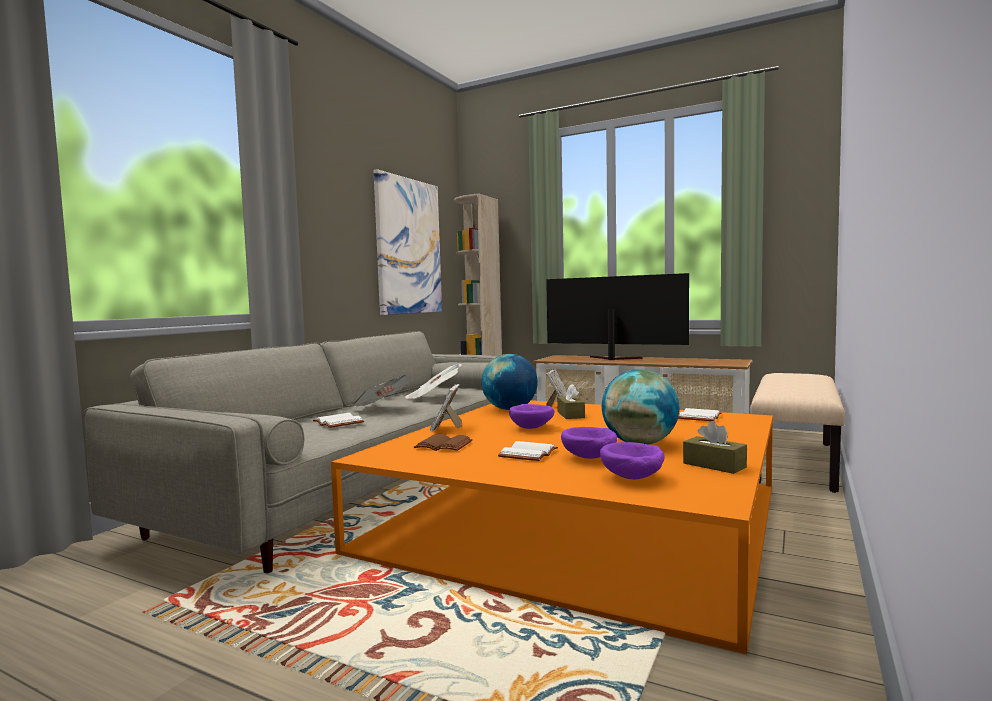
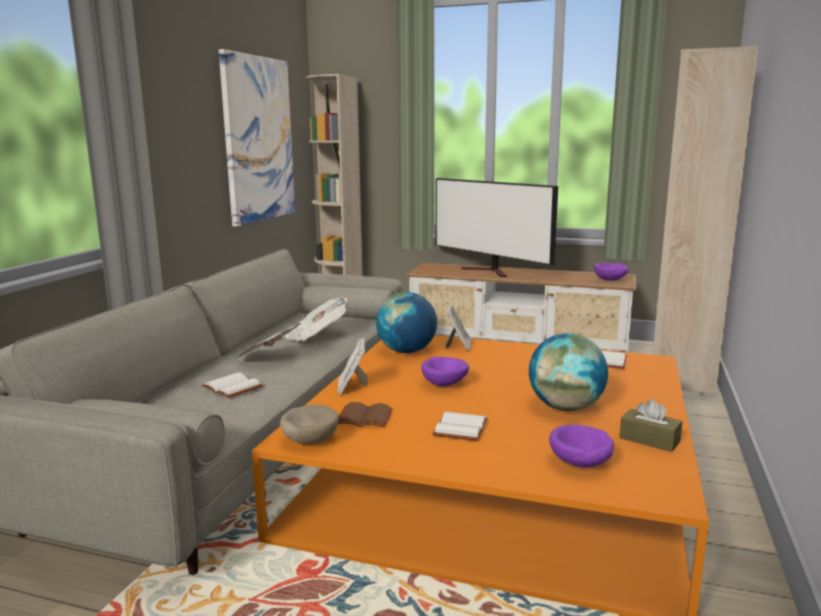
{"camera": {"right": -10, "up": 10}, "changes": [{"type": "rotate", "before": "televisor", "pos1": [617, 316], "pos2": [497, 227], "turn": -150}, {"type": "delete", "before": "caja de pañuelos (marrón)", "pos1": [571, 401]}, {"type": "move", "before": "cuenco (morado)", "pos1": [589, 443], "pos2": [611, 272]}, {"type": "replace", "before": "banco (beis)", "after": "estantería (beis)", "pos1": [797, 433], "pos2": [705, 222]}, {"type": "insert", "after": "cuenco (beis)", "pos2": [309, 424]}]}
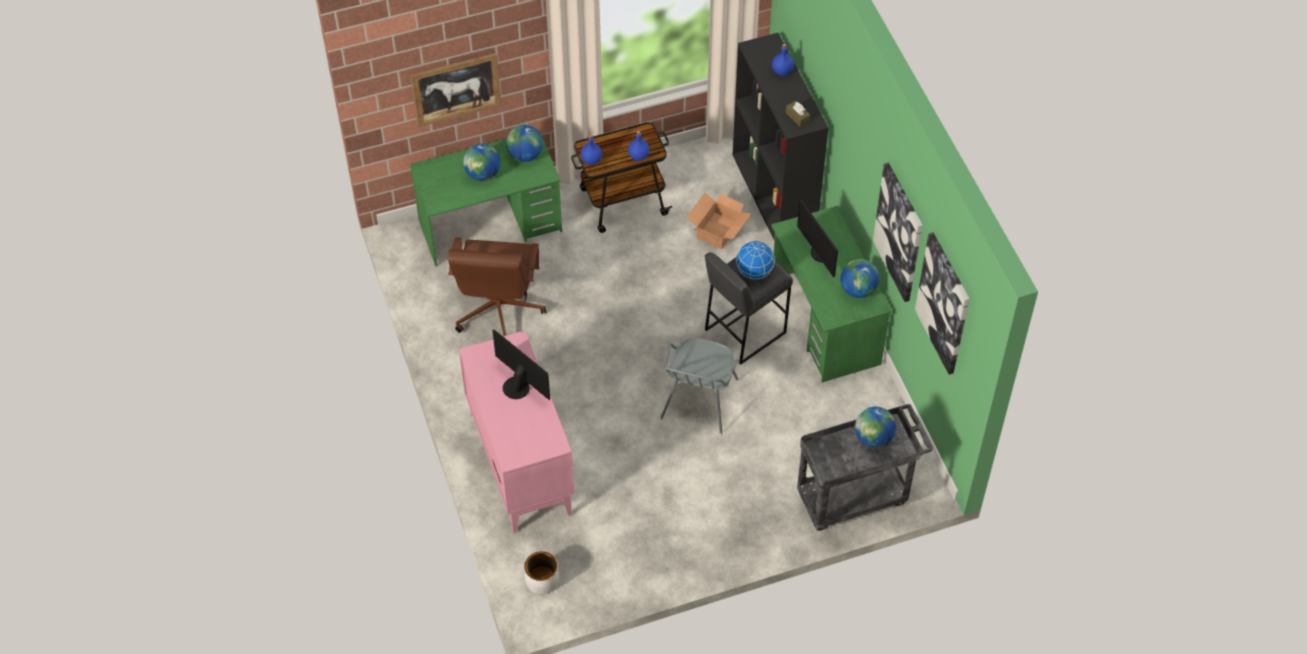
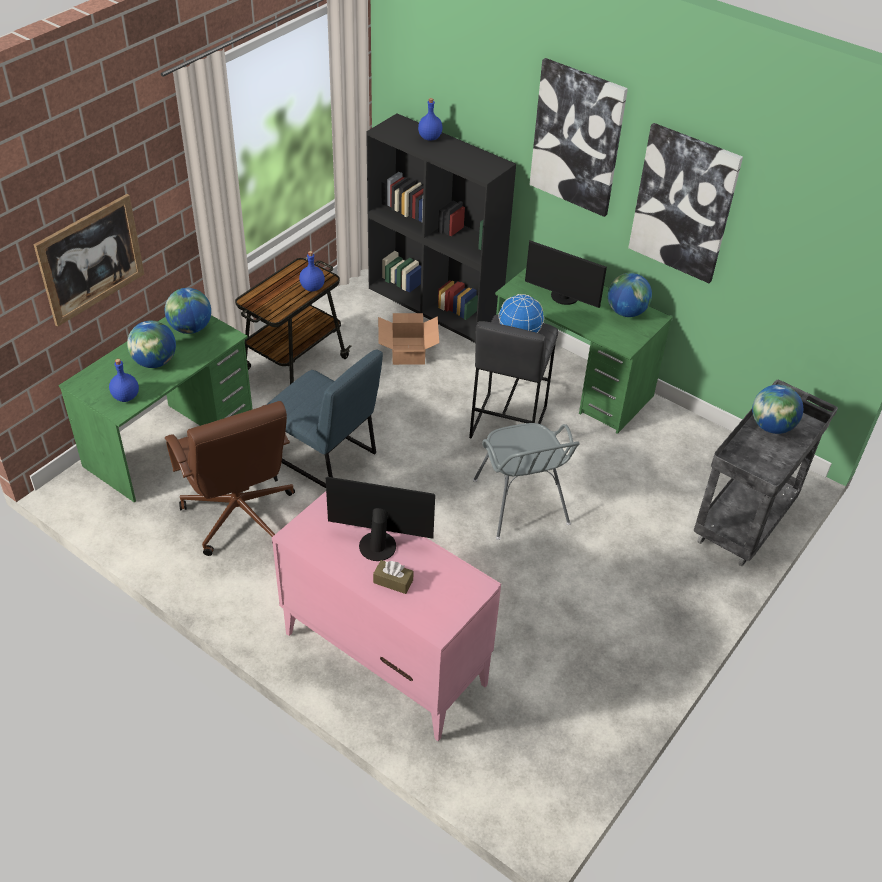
{"camera": {"right": -35, "up": -10}, "changes": [{"type": "delete", "before": "maceta (blanco)", "pos1": [541, 572]}, {"type": "move", "before": "botella (azul)", "pos1": [591, 150], "pos2": [124, 380]}, {"type": "move", "before": "caja de pañuelos (marrón)", "pos1": [798, 114], "pos2": [393, 577]}, {"type": "move", "before": "cuadro", "pos1": [942, 303], "pos2": [578, 137]}, {"type": "insert", "after": "silla (azul)", "pos2": [325, 418]}]}
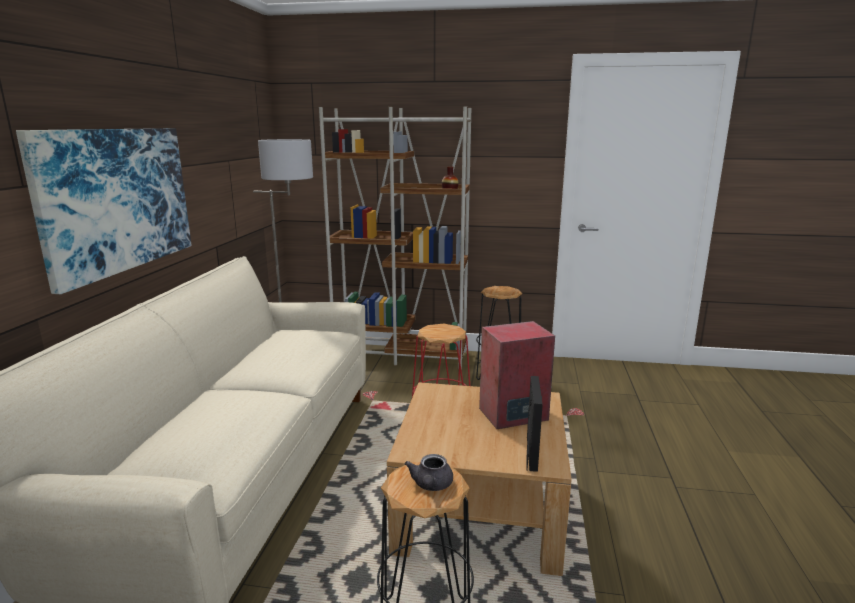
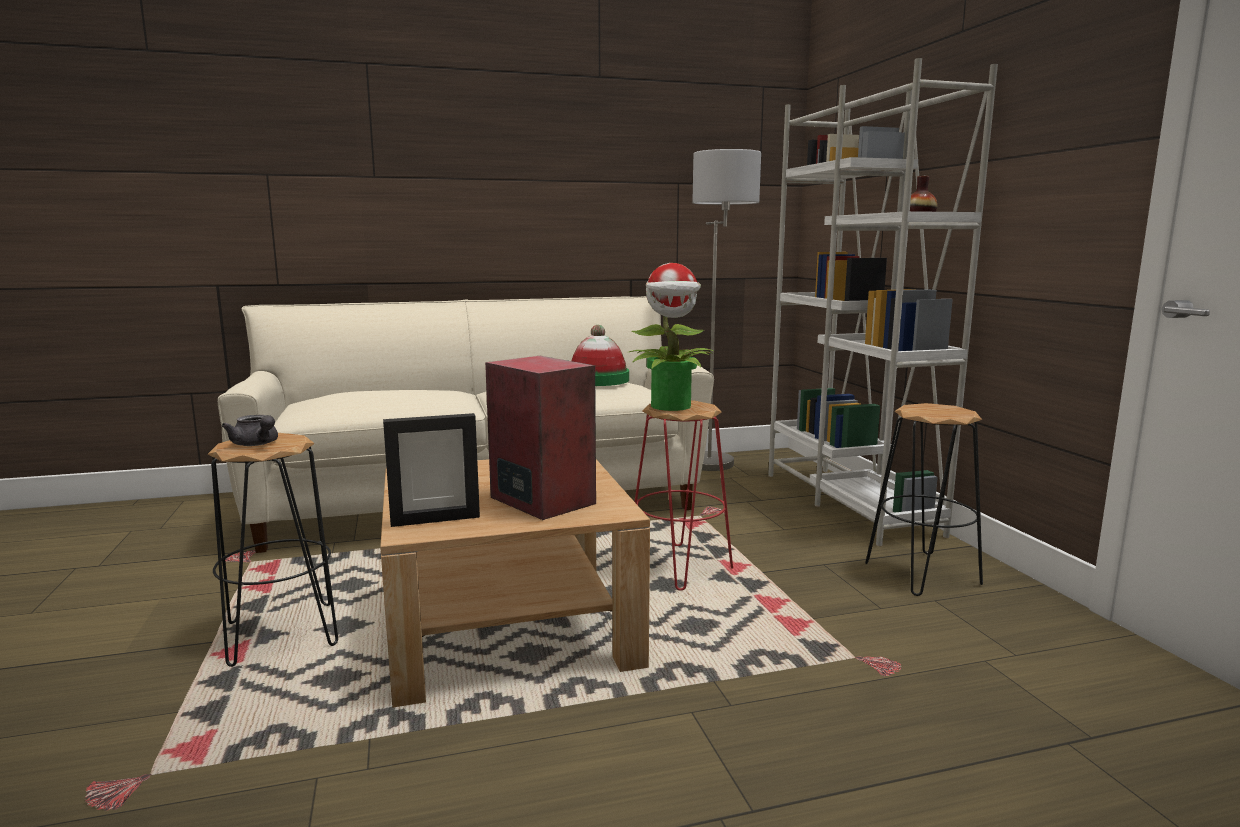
{"camera": {"right": 65, "up": -5}, "changes": [{"type": "delete", "before": "cuadro", "pos1": [104, 211]}, {"type": "recolor", "before": "estantería (marrón)", "after": "estantería (blanco)", "pos1": [395, 238], "pos2": [883, 302]}, {"type": "rotate", "before": "tetera (gris)", "pos1": [428, 472], "pos2": [250, 430], "turn": -120}, {"type": "insert", "after": "sombrero", "pos2": [600, 355]}, {"type": "insert", "after": "planta en maceta", "pos2": [671, 337]}]}
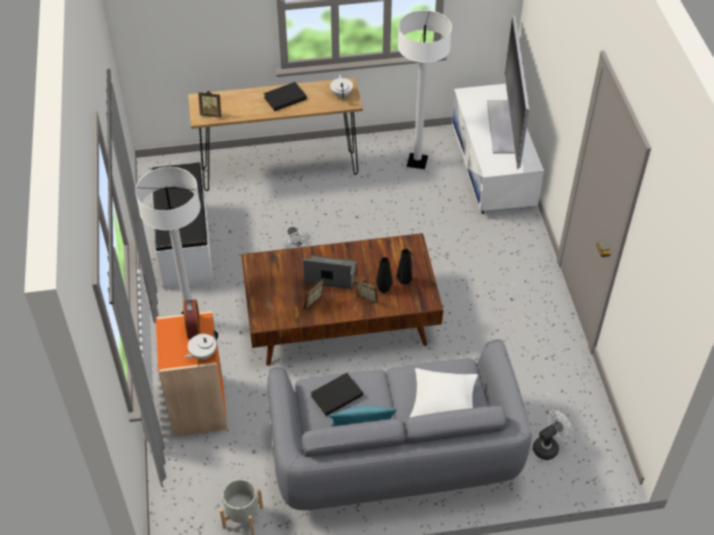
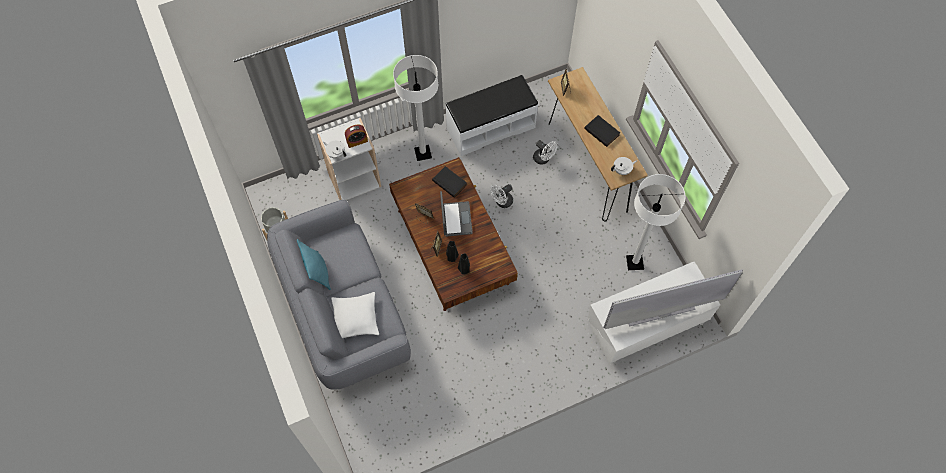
{"camera": {"right": 75, "up": 15}, "changes": [{"type": "recolor", "before": "estantería (naranja)", "after": "estantería (blanco)", "pos1": [192, 374], "pos2": [349, 159]}, {"type": "move", "before": "libro (negro)", "pos1": [337, 394], "pos2": [449, 182]}, {"type": "move", "before": "ventilador (blanco)", "pos1": [553, 435], "pos2": [545, 152]}]}
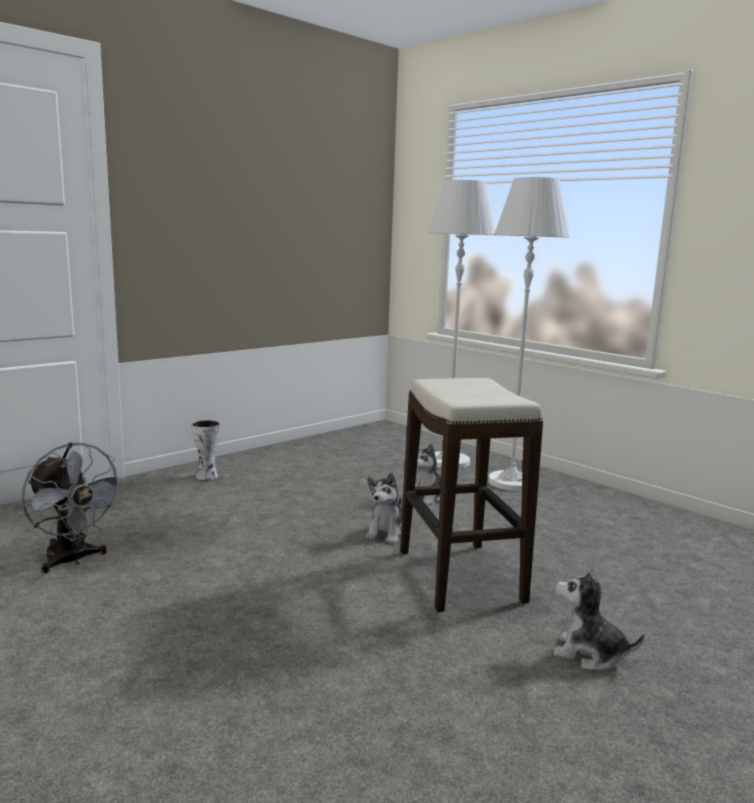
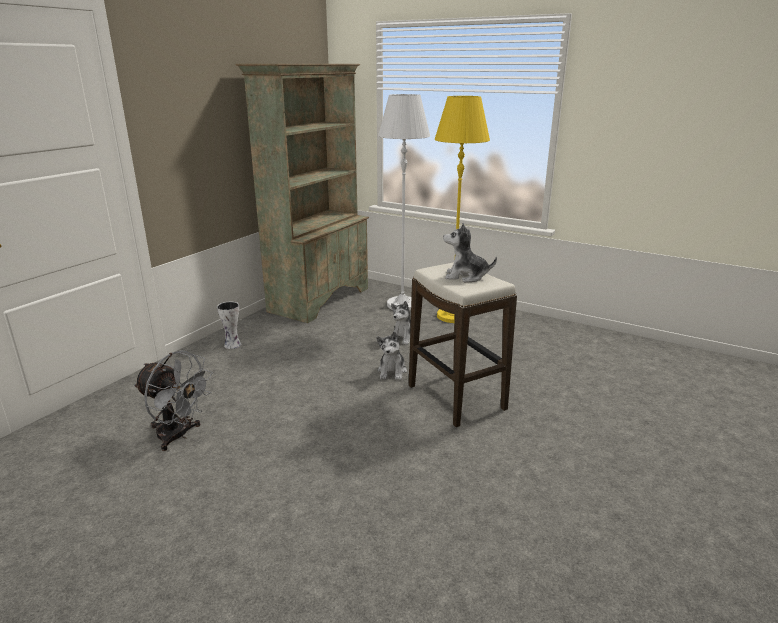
{"camera": {"right": -15, "up": 10}, "changes": [{"type": "recolor", "before": "lámpara de pie (blanco)", "after": "lámpara de pie (amarillo)", "pos1": [529, 334], "pos2": [462, 209]}, {"type": "move", "before": "peluche", "pos1": [599, 619], "pos2": [470, 252]}, {"type": "insert", "after": "estantería (verde)", "pos2": [302, 193]}]}
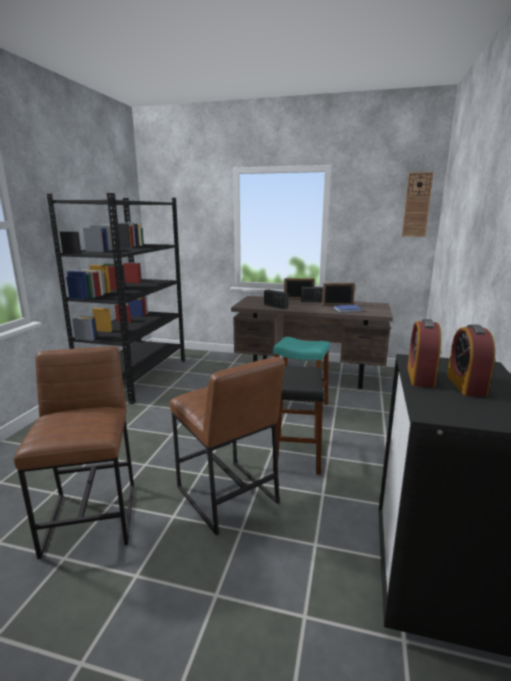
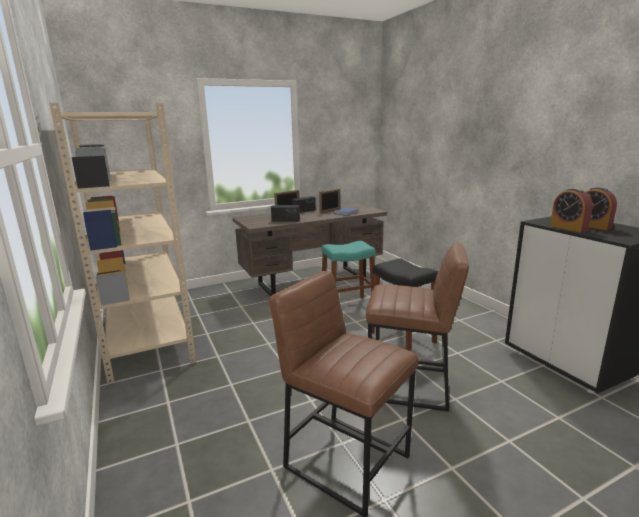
{"camera": {"right": -40, "up": 0}, "changes": [{"type": "recolor", "before": "estantería (negro)", "after": "estantería (beis)", "pos1": [116, 298], "pos2": [122, 243]}, {"type": "delete", "before": "reloj de pared", "pos1": [418, 204]}]}
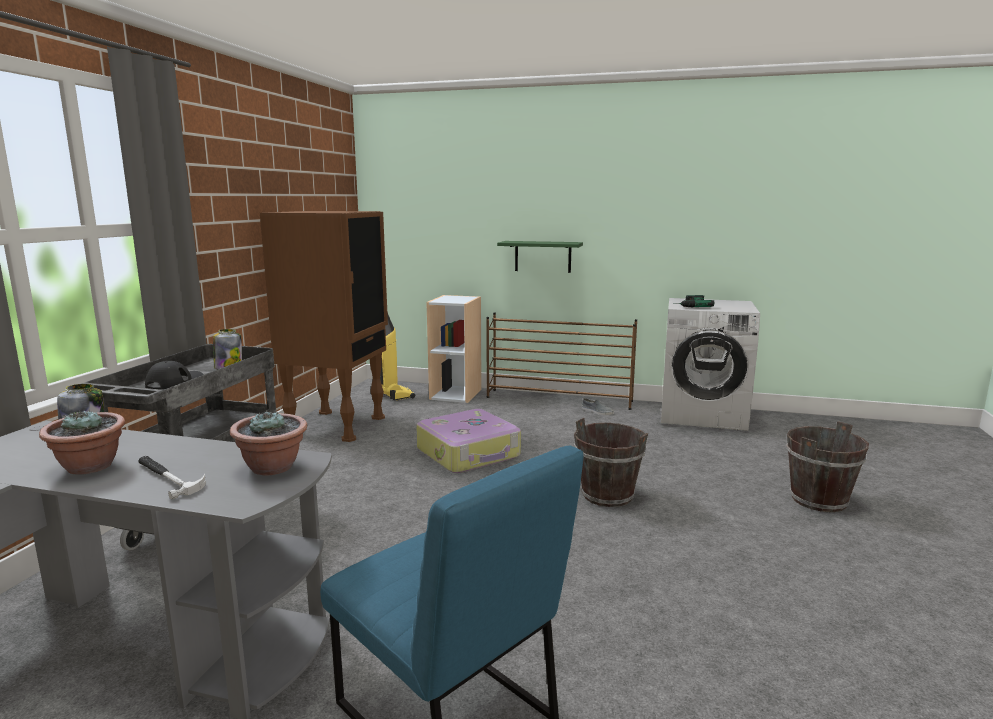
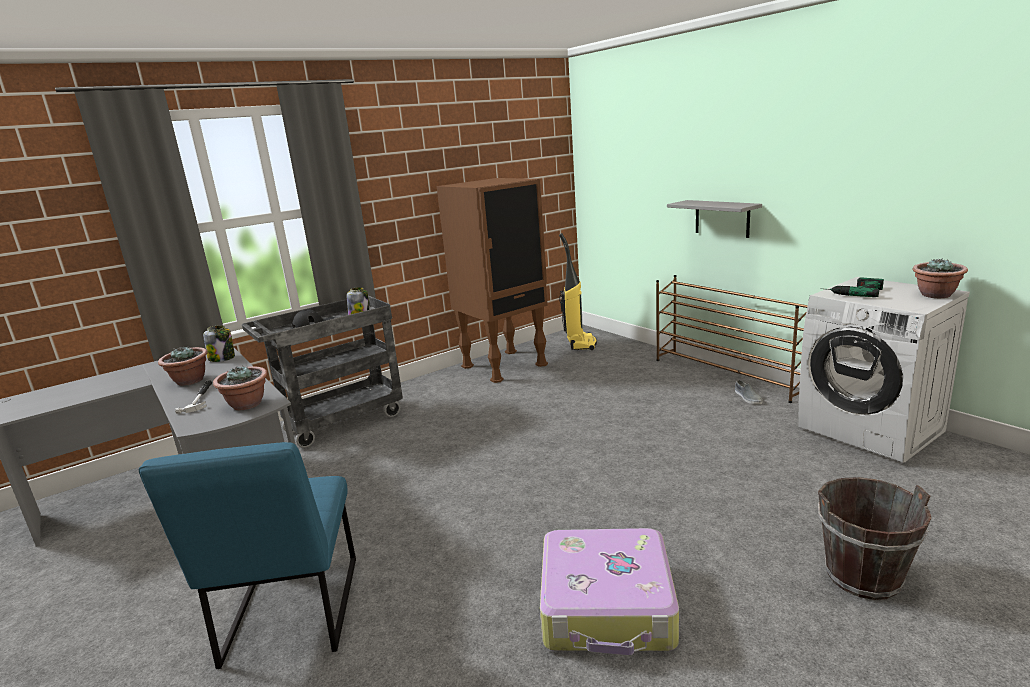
{"camera": {"right": 40, "up": 5}, "changes": [{"type": "move", "before": "maleta", "pos1": [468, 441], "pos2": [609, 591]}, {"type": "delete", "before": "estantería", "pos1": [454, 349]}, {"type": "recolor", "before": "estante (verde)", "after": "estante (gris)", "pos1": [540, 257], "pos2": [714, 219]}, {"type": "delete", "before": "cubo (marrón)", "pos1": [611, 462]}, {"type": "insert", "after": "planta en maceta", "pos2": [940, 278]}]}
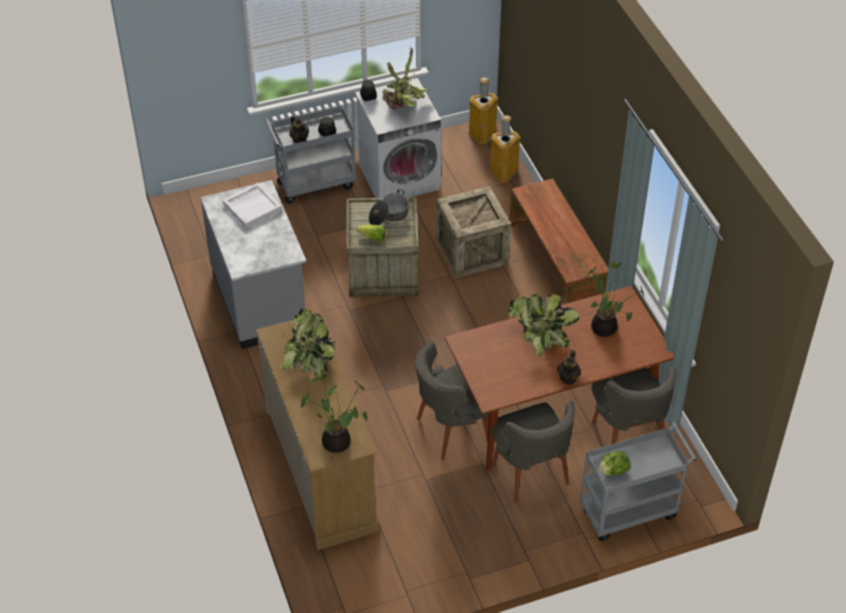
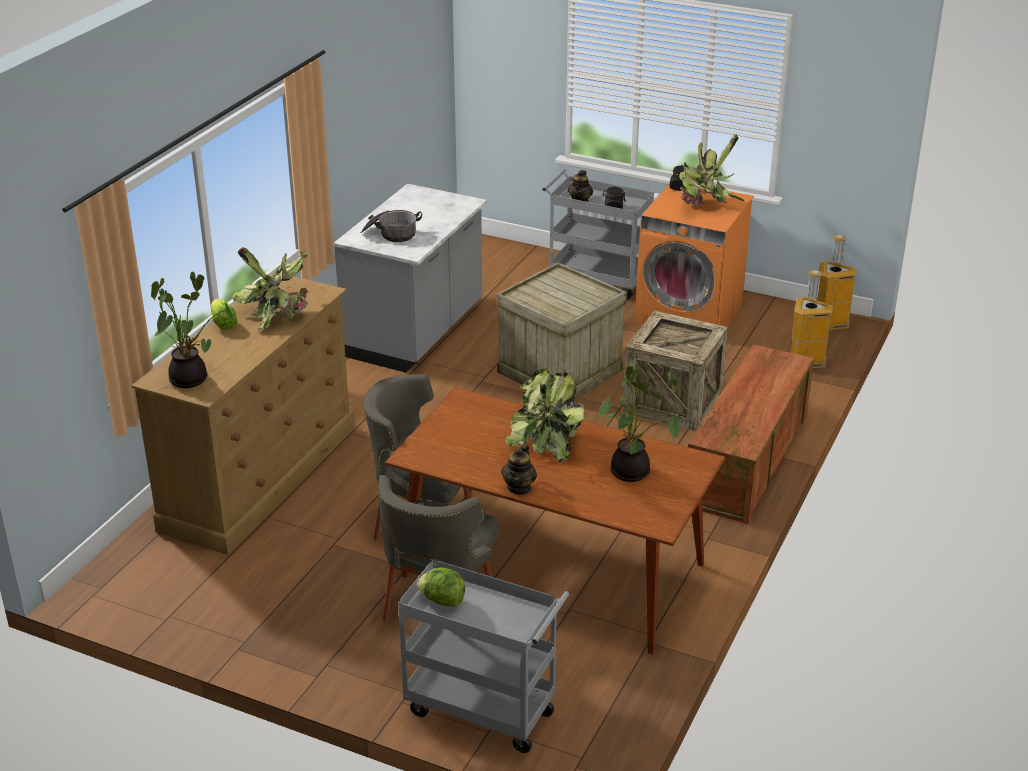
{"camera": {"right": 45, "up": -15}, "changes": [{"type": "delete", "before": "bandeja (blanco)", "pos1": [252, 205]}, {"type": "recolor", "before": "lavadora (blanco)", "after": "lavadora (naranja)", "pos1": [398, 138], "pos2": [695, 255]}, {"type": "move", "before": "lechuga", "pos1": [371, 233], "pos2": [224, 314]}, {"type": "move", "before": "olla", "pos1": [389, 207], "pos2": [391, 226]}, {"type": "rotate", "before": "tetera", "pos1": [569, 367], "pos2": [519, 469], "turn": -45}, {"type": "delete", "before": "silla (gris)", "pos1": [633, 405]}]}
